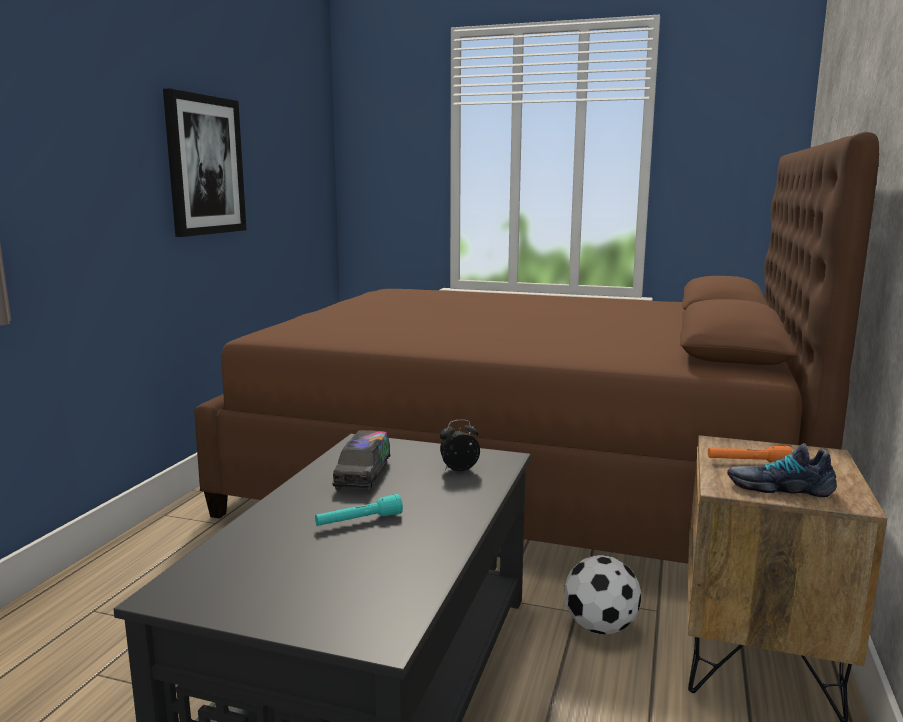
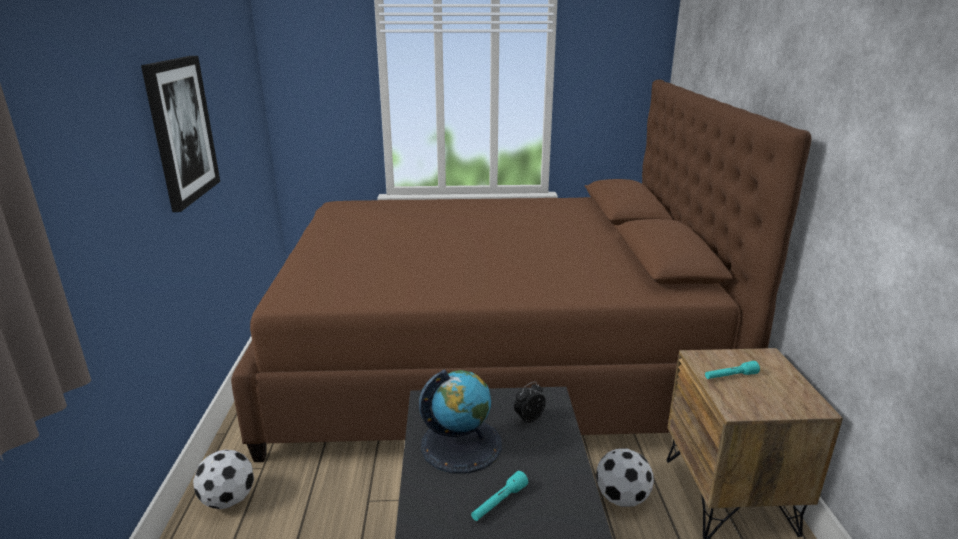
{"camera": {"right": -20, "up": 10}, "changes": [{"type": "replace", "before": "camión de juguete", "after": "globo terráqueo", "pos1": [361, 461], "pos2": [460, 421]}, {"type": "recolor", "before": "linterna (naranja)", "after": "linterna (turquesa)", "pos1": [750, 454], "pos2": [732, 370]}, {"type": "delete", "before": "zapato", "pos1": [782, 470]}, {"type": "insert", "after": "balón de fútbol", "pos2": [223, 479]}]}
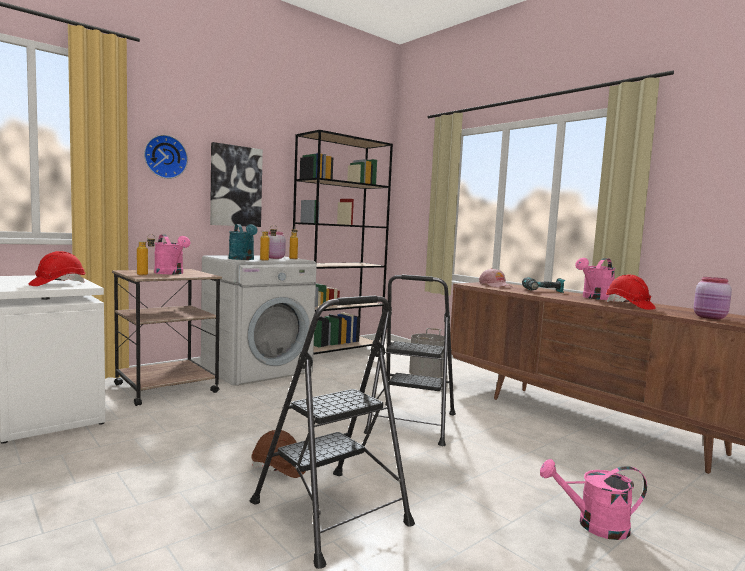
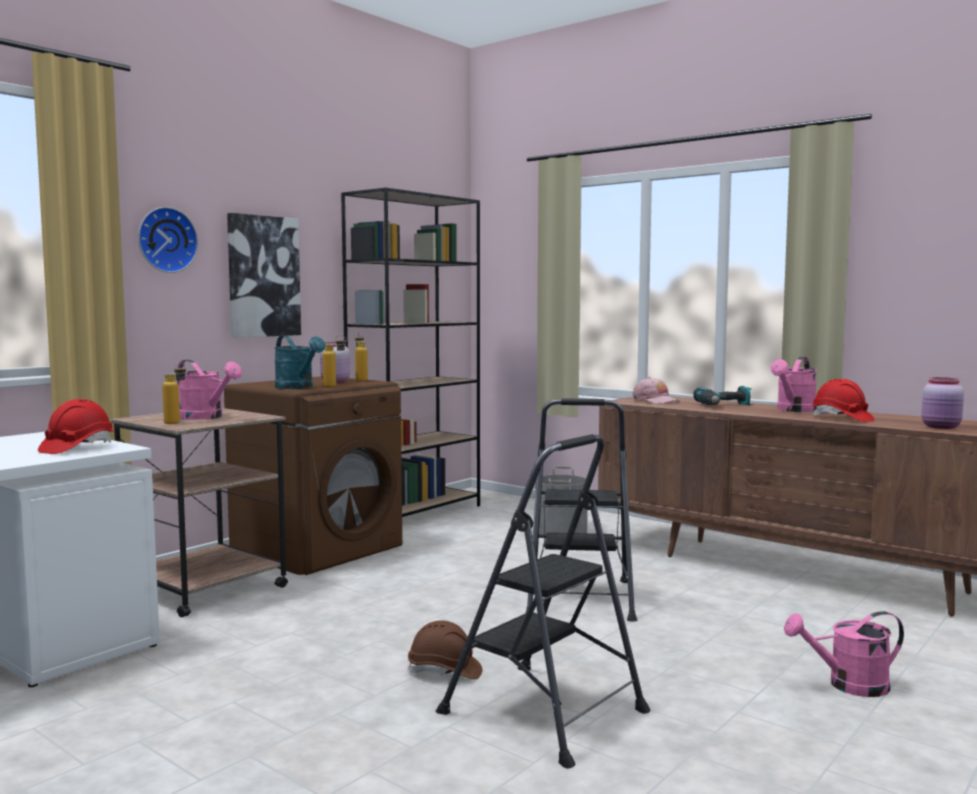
{"camera": {"right": -10, "up": 0}, "changes": [{"type": "recolor", "before": "lavadora (blanco)", "after": "lavadora (marrón)", "pos1": [258, 320], "pos2": [313, 475]}]}
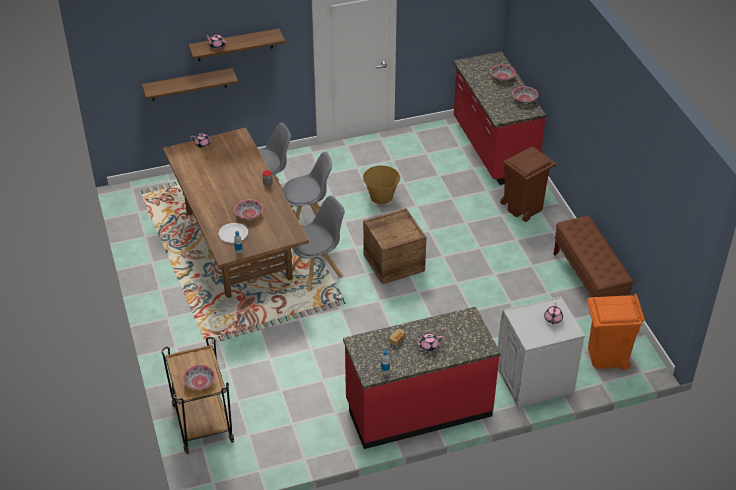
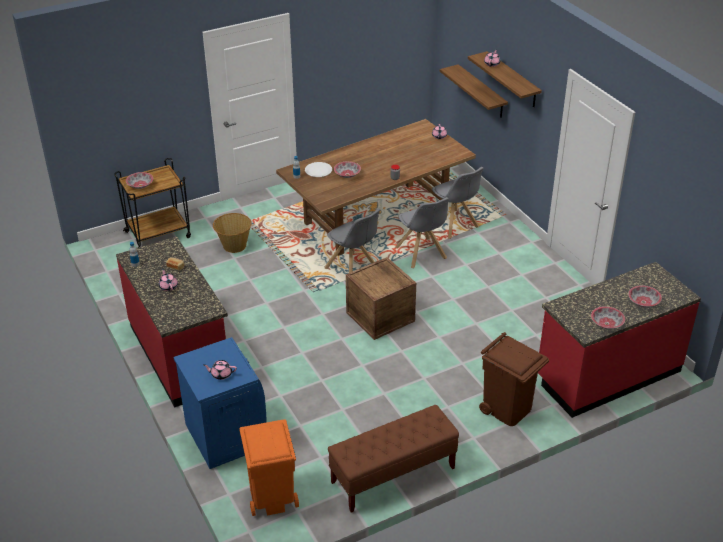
{"camera": {"right": 80, "up": -5}, "changes": [{"type": "move", "before": "cesta", "pos1": [381, 185], "pos2": [232, 233]}, {"type": "recolor", "before": "lavadora (blanco)", "after": "lavadora (azul)", "pos1": [541, 352], "pos2": [220, 403]}]}
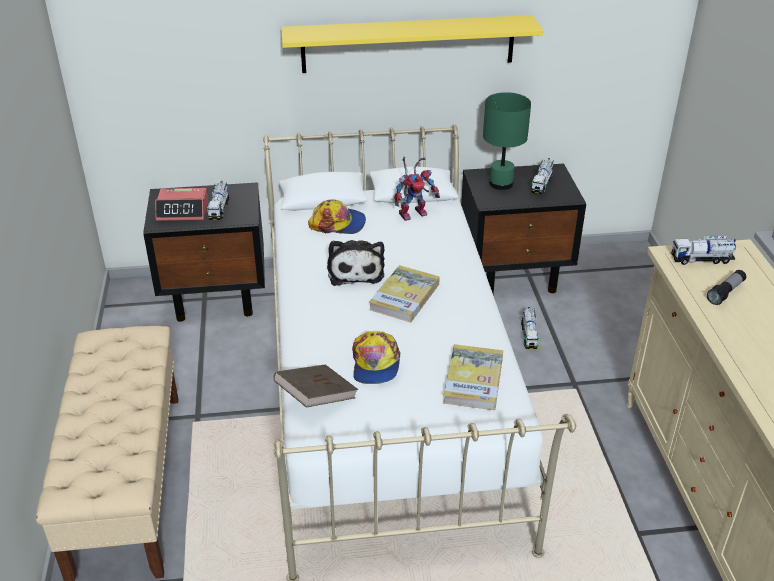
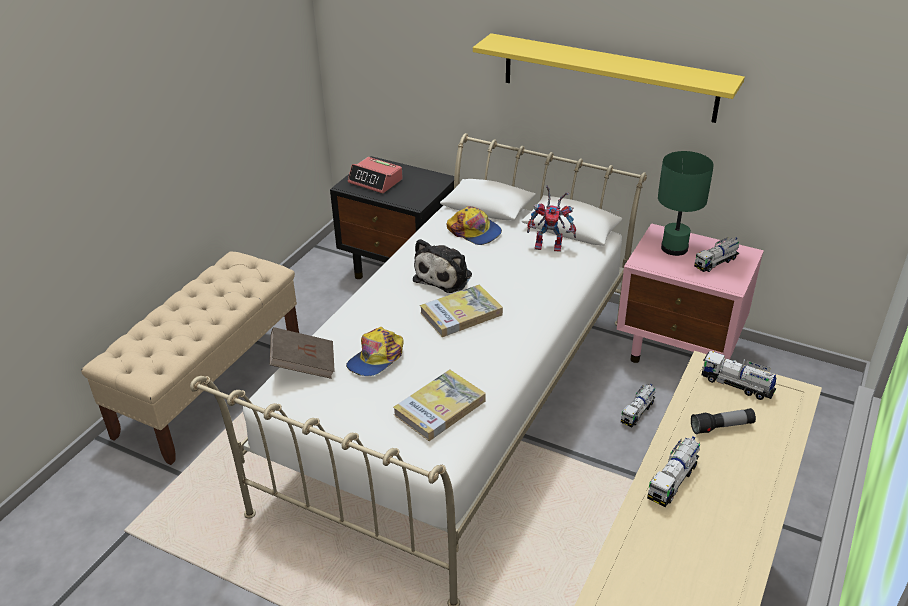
{"camera": {"right": 35, "up": 0}, "changes": [{"type": "move", "before": "camión de juguete", "pos1": [218, 200], "pos2": [673, 472]}, {"type": "recolor", "before": "mesita de noche (negro)", "after": "mesita de noche (rosa)", "pos1": [523, 229], "pos2": [690, 293]}]}
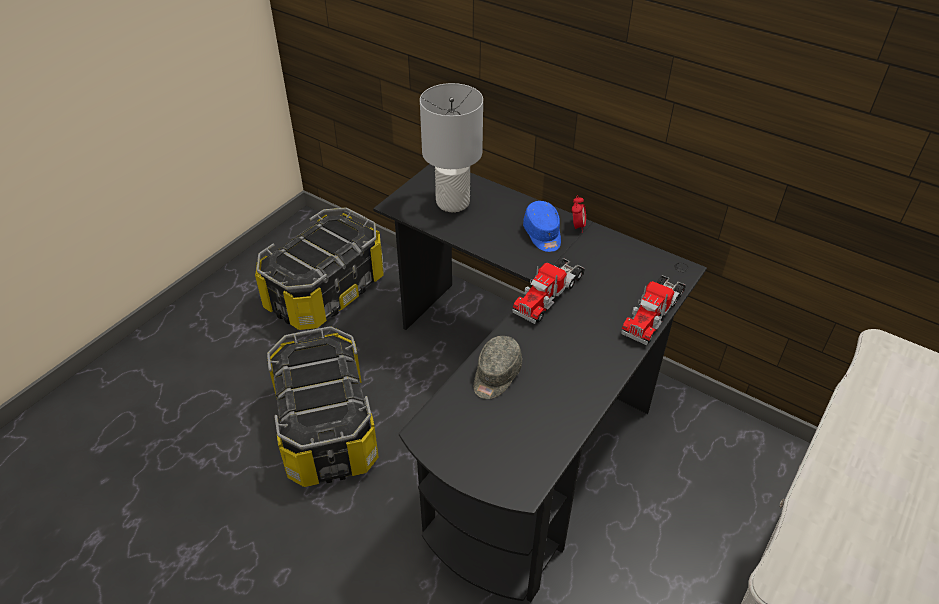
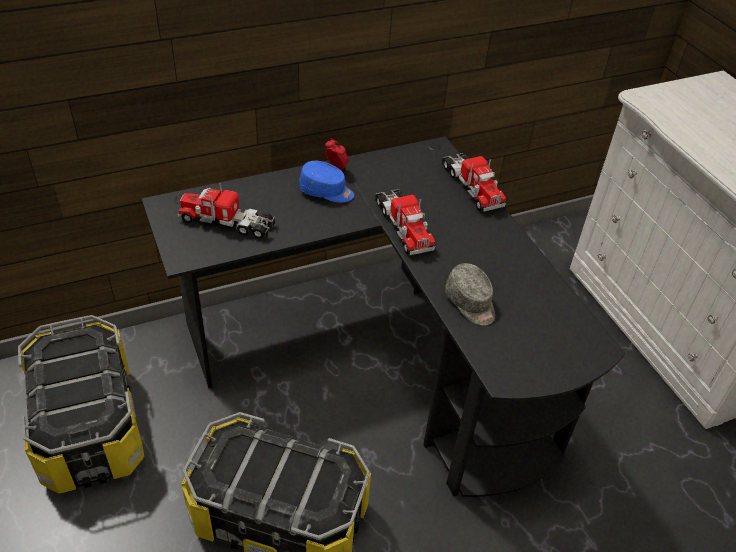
{"camera": {"right": -60, "up": 0}, "changes": [{"type": "replace", "before": "lámpara de mesa (gris)", "after": "camión de juguete", "pos1": [451, 148], "pos2": [226, 210]}]}
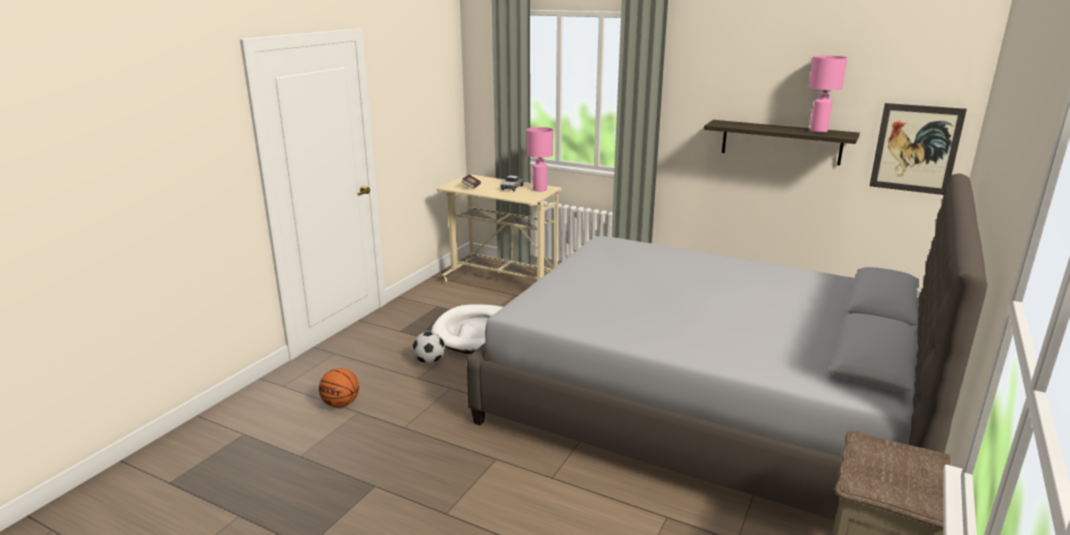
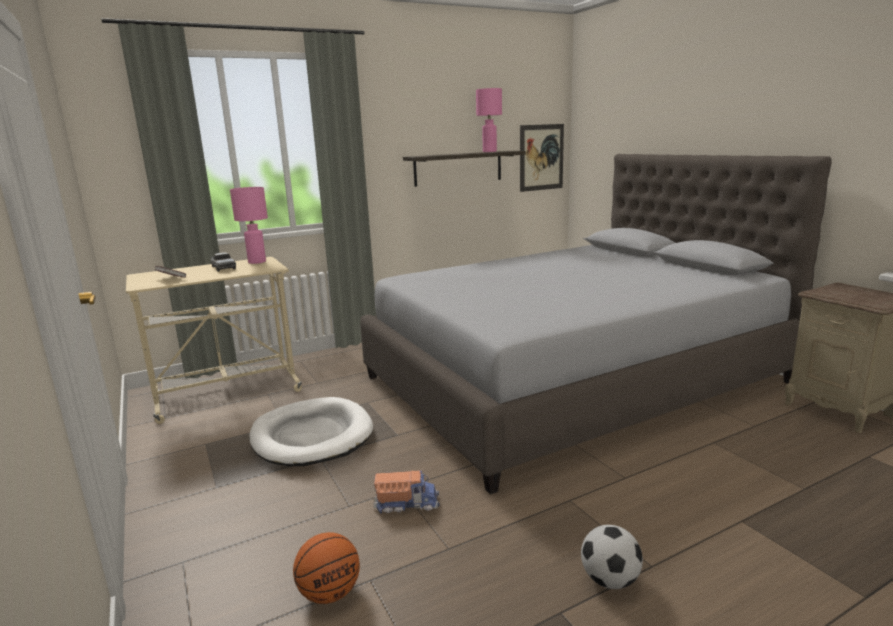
{"camera": {"right": -55, "up": -5}, "changes": [{"type": "move", "before": "balón de fútbol", "pos1": [429, 348], "pos2": [612, 557]}, {"type": "insert", "after": "camión de juguete", "pos2": [406, 492]}]}
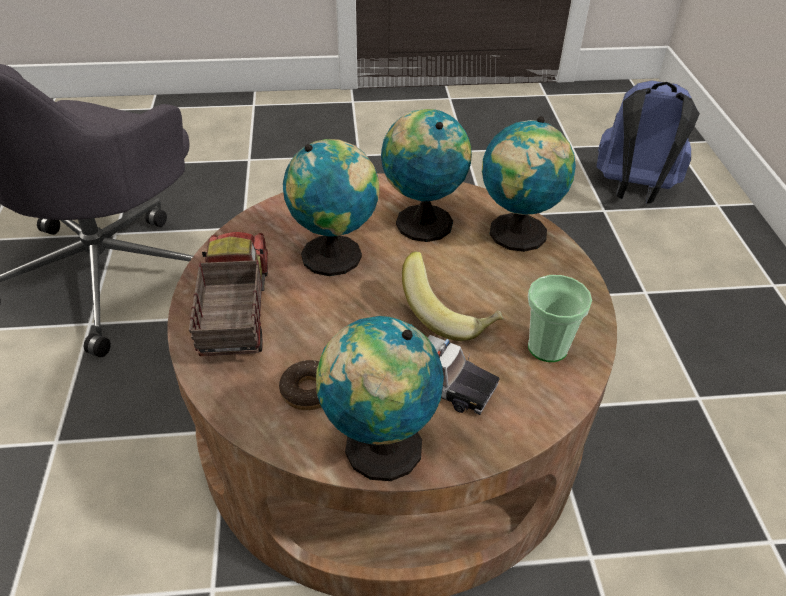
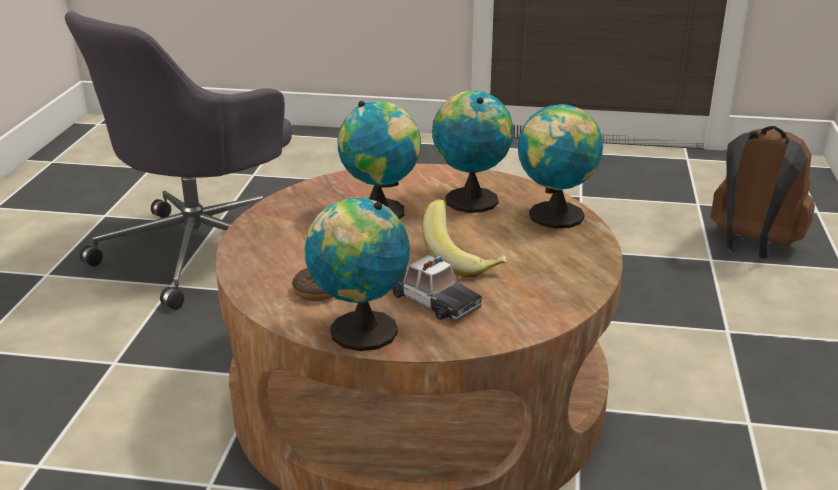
{"camera": {"right": 15, "up": -15}, "changes": [{"type": "delete", "before": "camión de juguete", "pos1": [228, 294]}, {"type": "delete", "before": "taza", "pos1": [560, 318]}, {"type": "recolor", "before": "mochila (azul)", "after": "mochila (marrón)", "pos1": [648, 142], "pos2": [762, 192]}]}
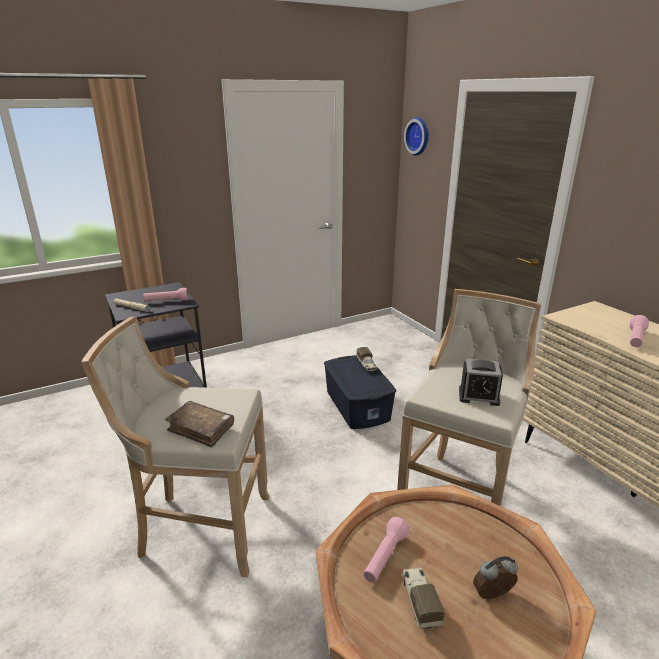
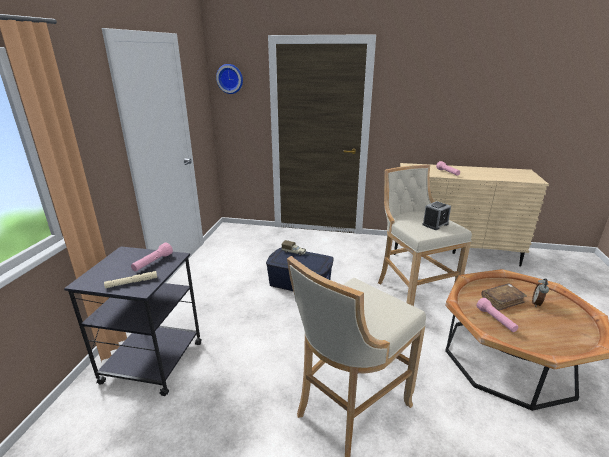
{"camera": {"right": -50, "up": 0}, "changes": [{"type": "move", "before": "libro (marrón)", "pos1": [199, 424], "pos2": [504, 297]}, {"type": "delete", "before": "camión de juguete", "pos1": [423, 598]}]}
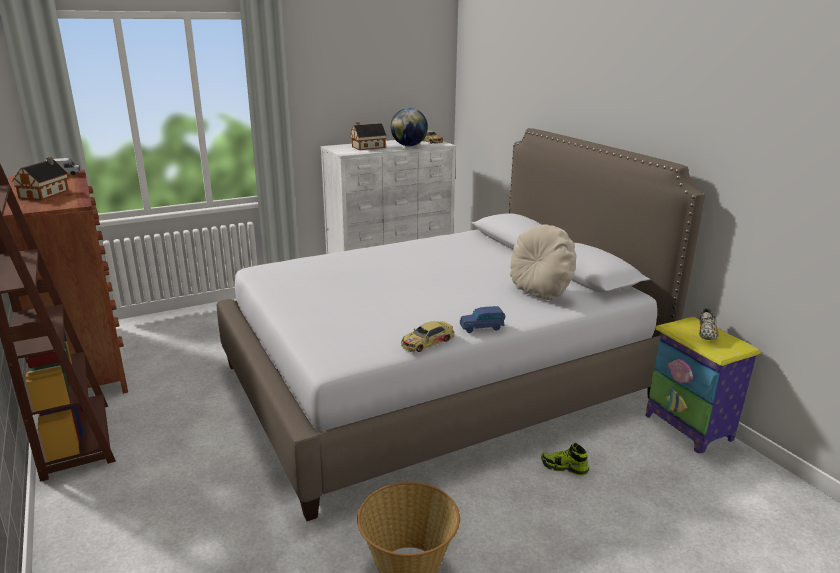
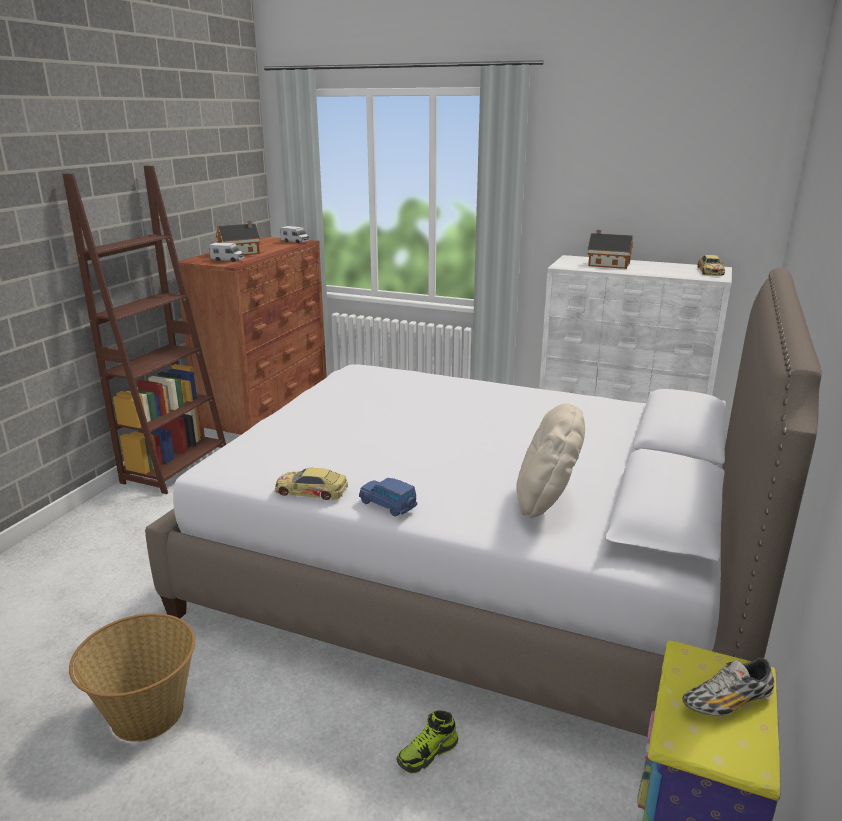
{"camera": {"right": 50, "up": 0}, "changes": [{"type": "delete", "before": "globo terráqueo", "pos1": [409, 127]}, {"type": "rotate", "before": "zapato", "pos1": [565, 459], "pos2": [427, 742], "turn": -105}, {"type": "insert", "after": "camión de juguete", "pos2": [226, 252]}]}
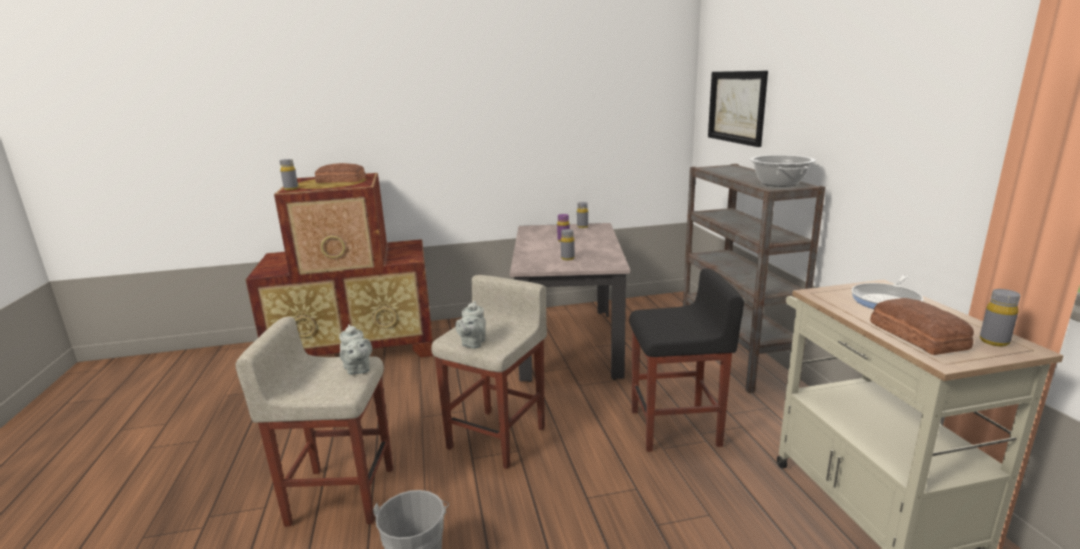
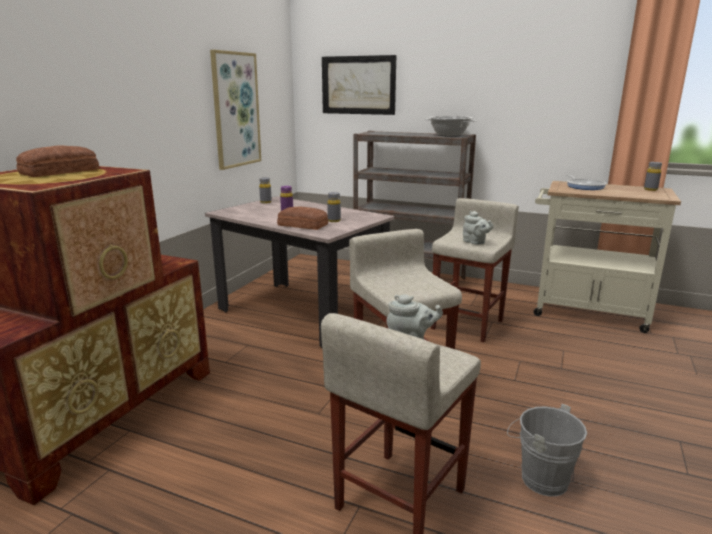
{"camera": {"right": -55, "up": 0}, "changes": [{"type": "delete", "before": "botella (gris)", "pos1": [289, 175]}, {"type": "move", "before": "tetera (gris)", "pos1": [470, 325], "pos2": [478, 228]}, {"type": "recolor", "before": "taburete (negro)", "after": "taburete (beis)", "pos1": [686, 360], "pos2": [475, 270]}, {"type": "move", "before": "pan", "pos1": [922, 326], "pos2": [302, 218]}, {"type": "insert", "after": "cuadro", "pos2": [235, 110]}]}
